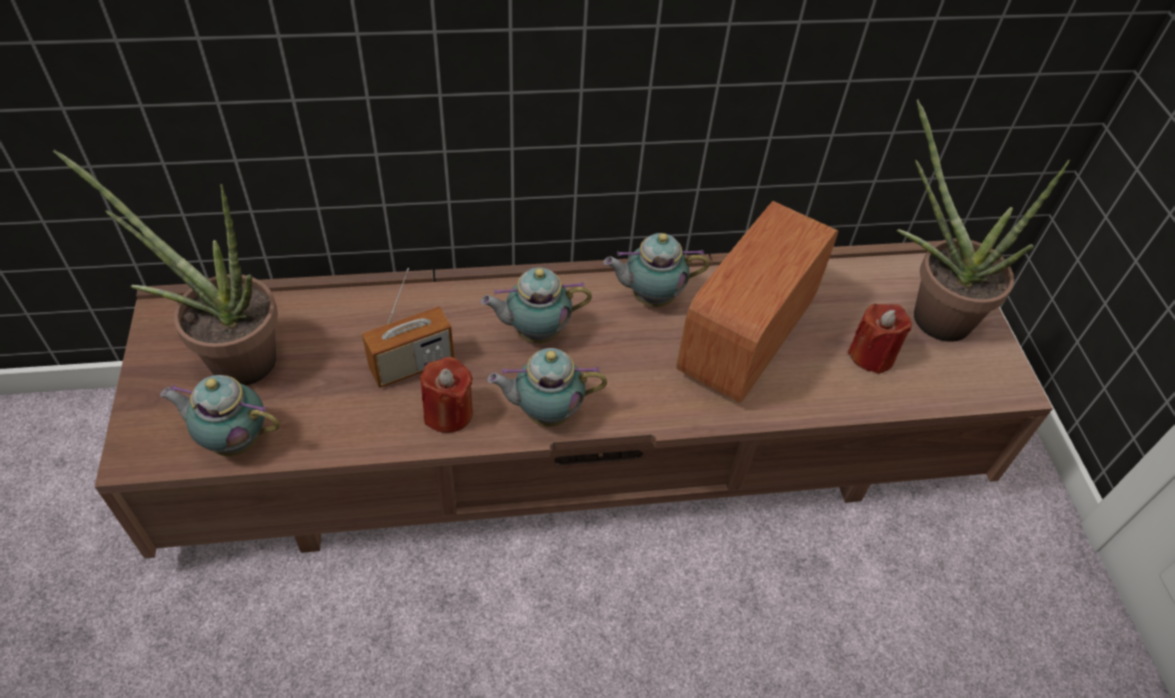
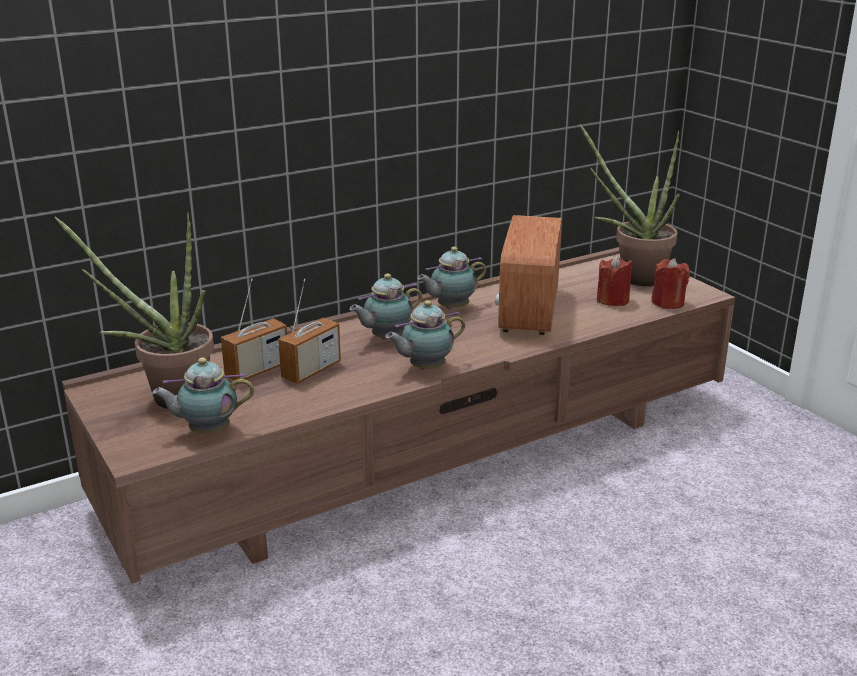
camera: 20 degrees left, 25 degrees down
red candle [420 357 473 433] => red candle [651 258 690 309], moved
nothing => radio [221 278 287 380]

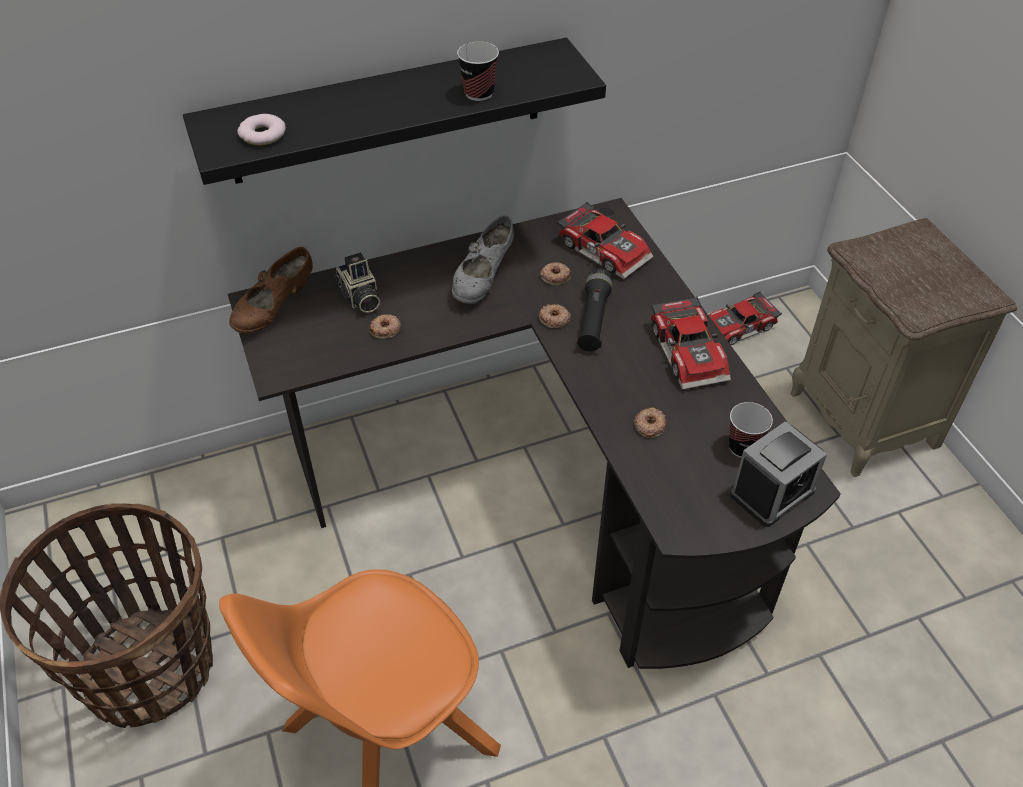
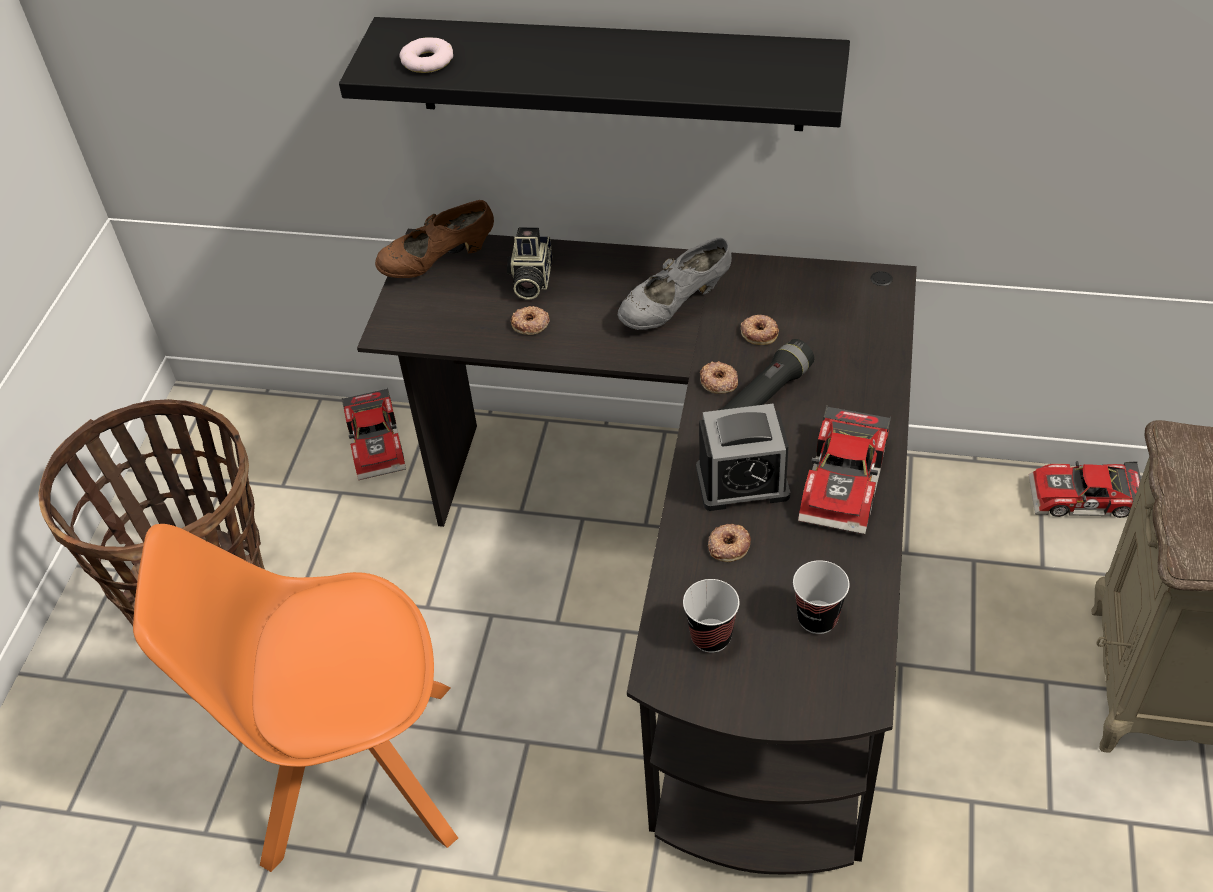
camera: 35 degrees right, 0 degrees up
cup [457 42 499 101] => cup [683 579 739 653], moved
toy car [557 202 654 279] => toy car [342 388 406 480], moved
alarm clock [730 421 827 527] => alarm clock [696 404 790 511], moved

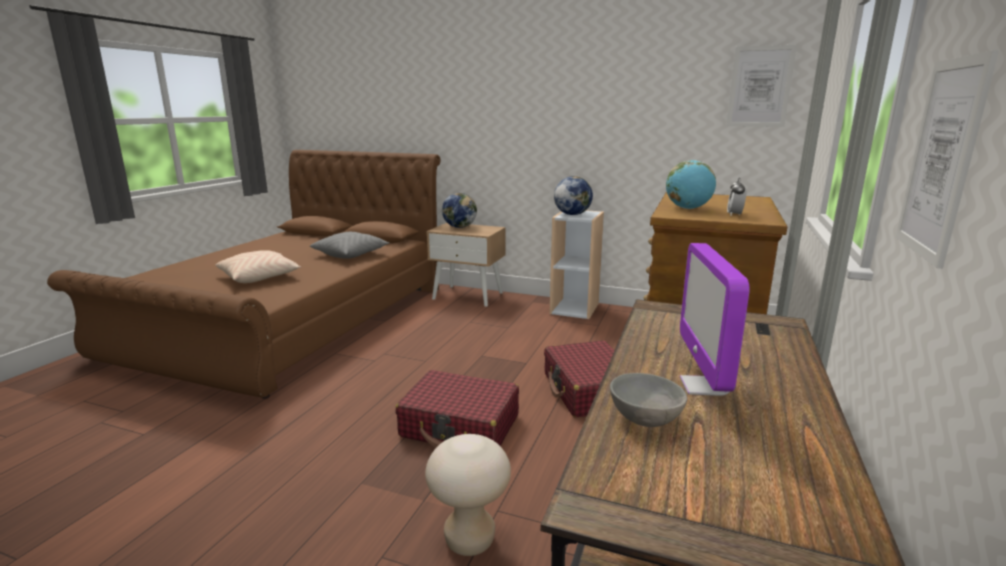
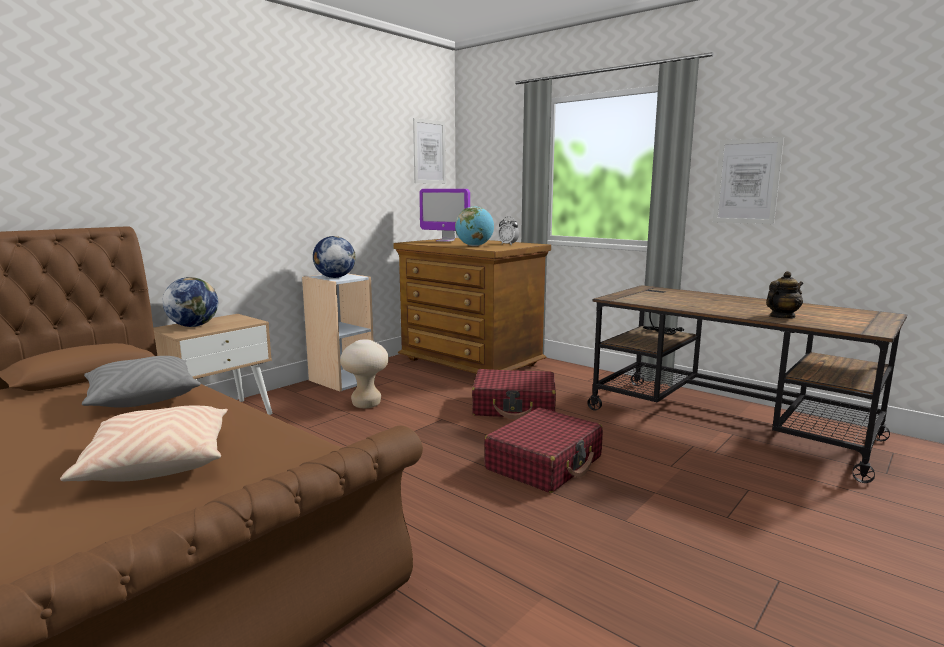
camera: 70 degrees left, 5 degrees down
monitor [680 243 750 396] => monitor [419 189 470 242], moved
grey bowl [610 373 687 427] => teapot [767 271 803 318]
beige stool [425 434 511 556] => beige stool [340 339 389 408], moved

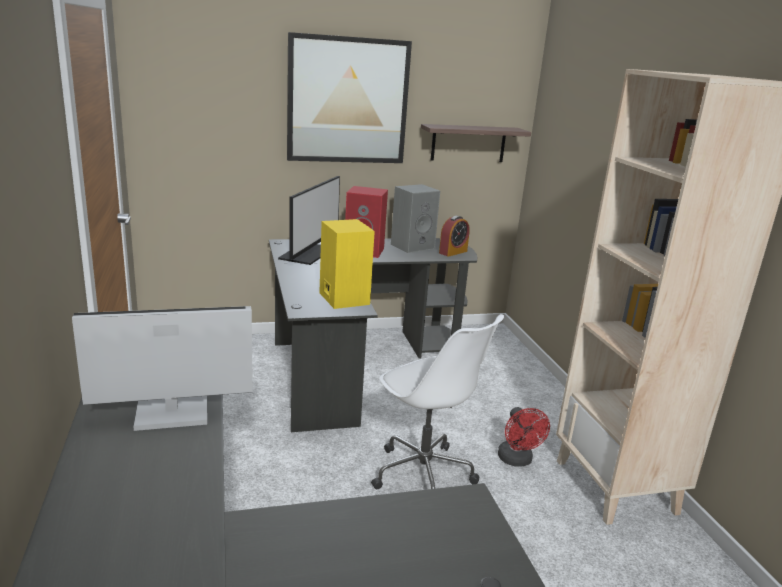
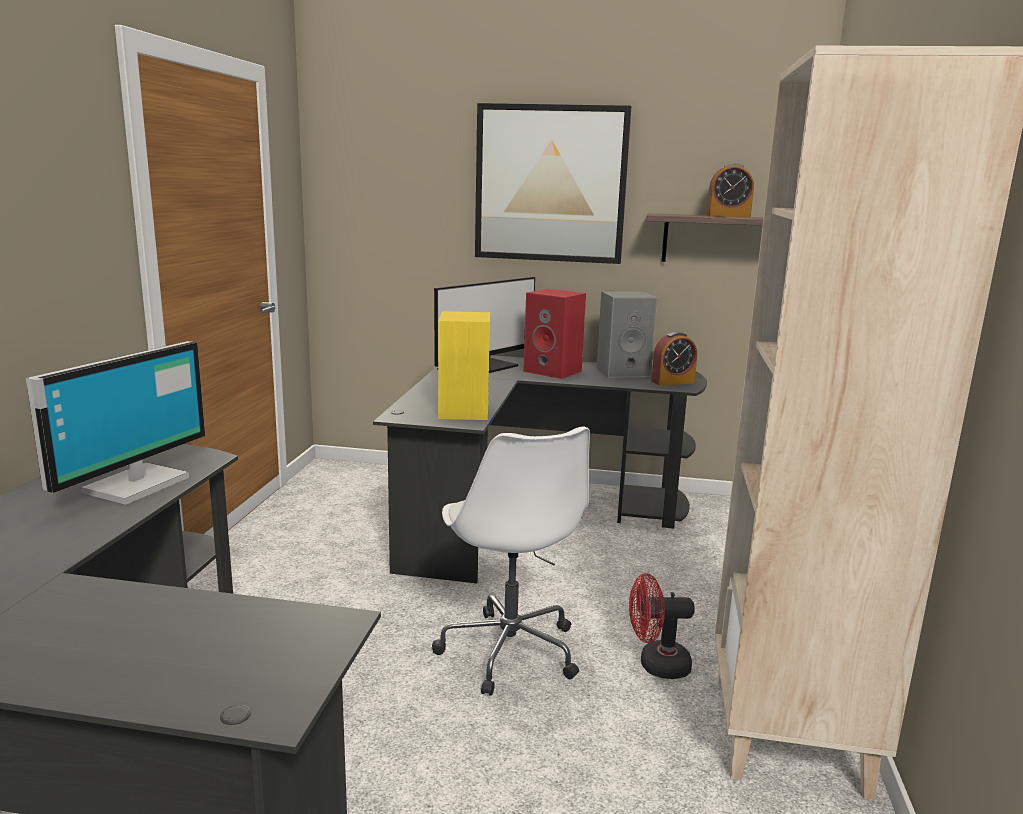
camera: 25 degrees right, 5 degrees down
monitor [72 306 253 431] => monitor [26 341 205 505], 105 degrees clockwise
red fan [498 407 550 466] => red fan [629 573 695 679], 75 degrees clockwise
nothing => alarm clock [707 163 754 218]

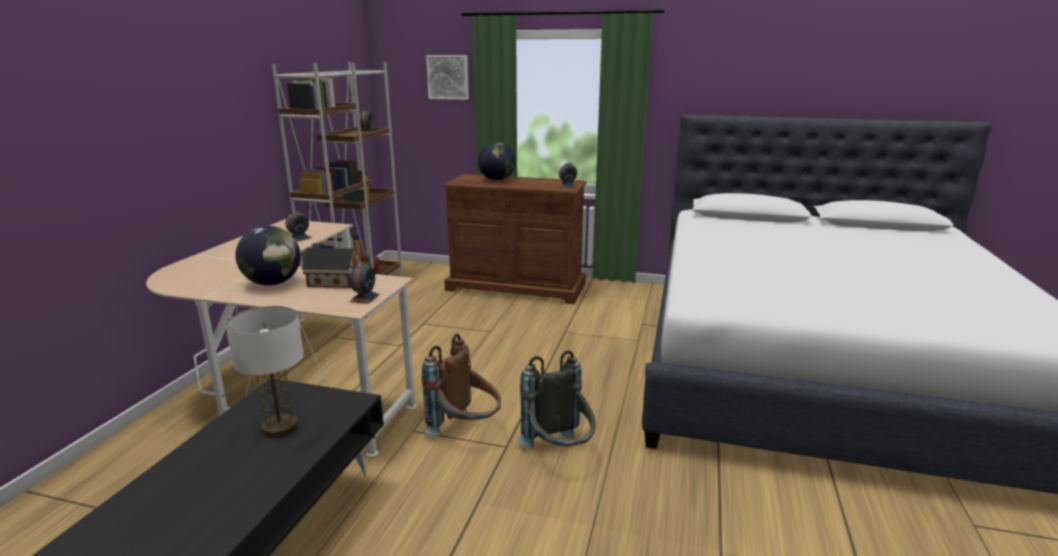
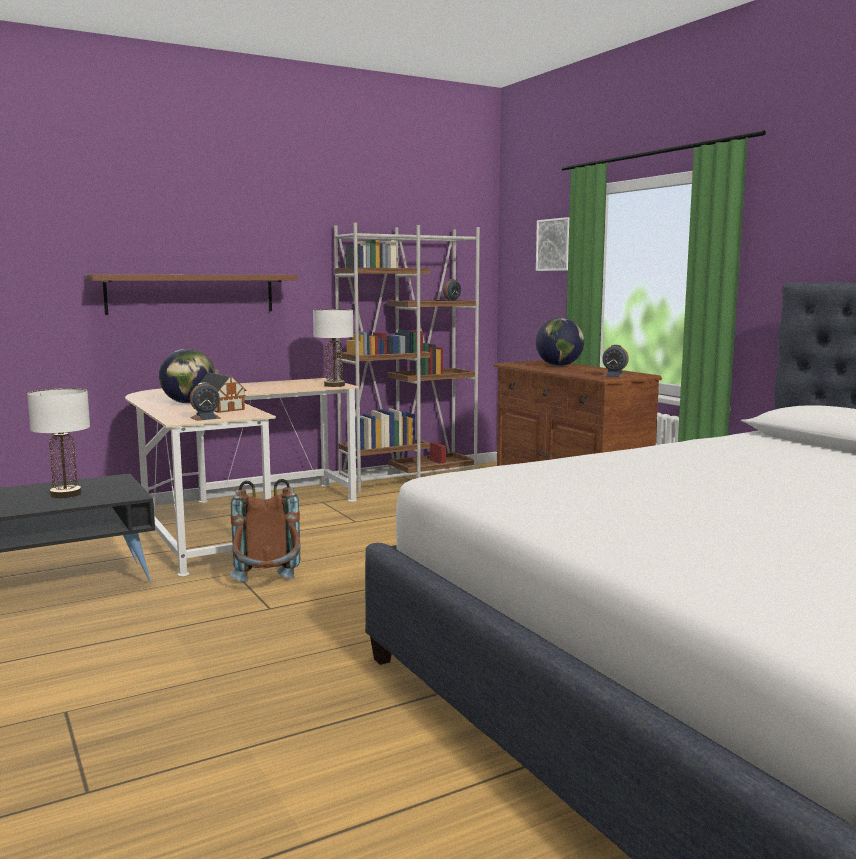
camera: 45 degrees right, 10 degrees down
alarm clock [285 211 312 242] => nothing
grey backpack [517 350 596 448] => nothing
nothing => brown shelf [86 274 297 315]
nothing => table lamp [313 309 353 387]

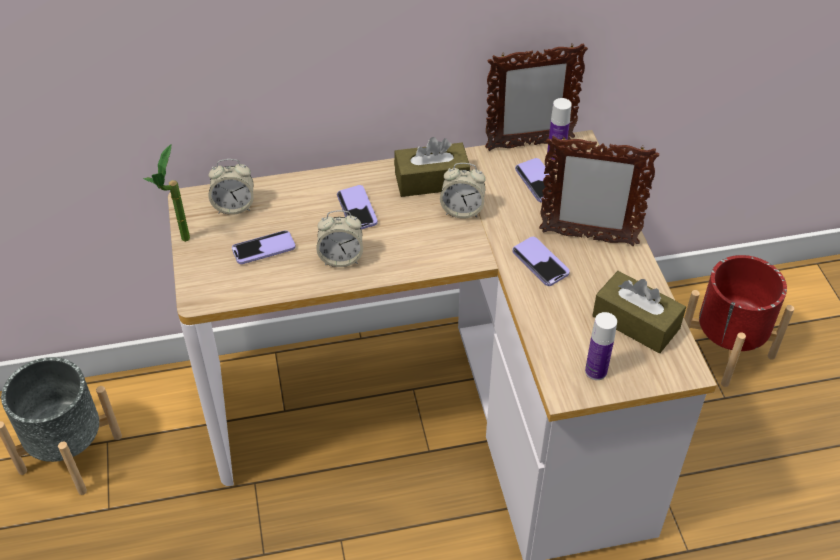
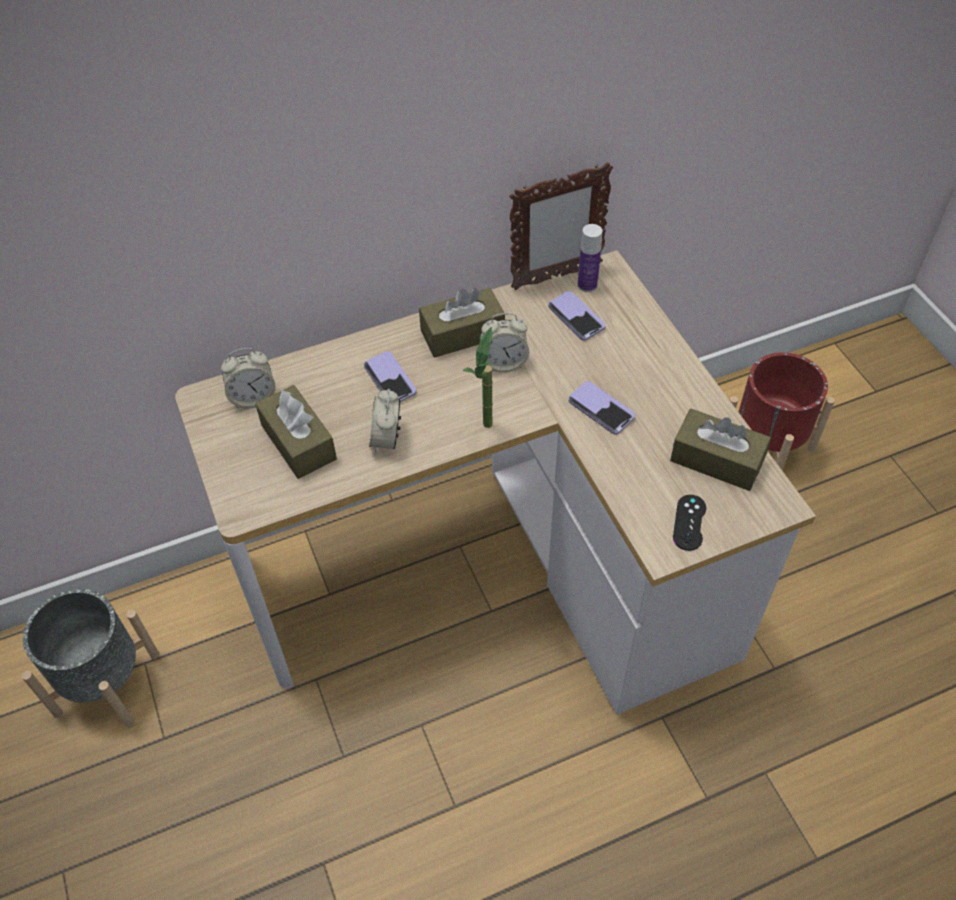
camera: 10 degrees left, 5 degrees up
picture frame [539 136 659 246] => nothing
potted plant [143 144 190 242] => potted plant [463 327 493 428], moved
alarm clock [316 210 363 267] => alarm clock [369 389 401 453], 105 degrees clockwise
phone [232 230 296 264] => brown tissue box [255 385 337 479]
bottle [585 312 617 380] => black game controller [673 495 706 551]

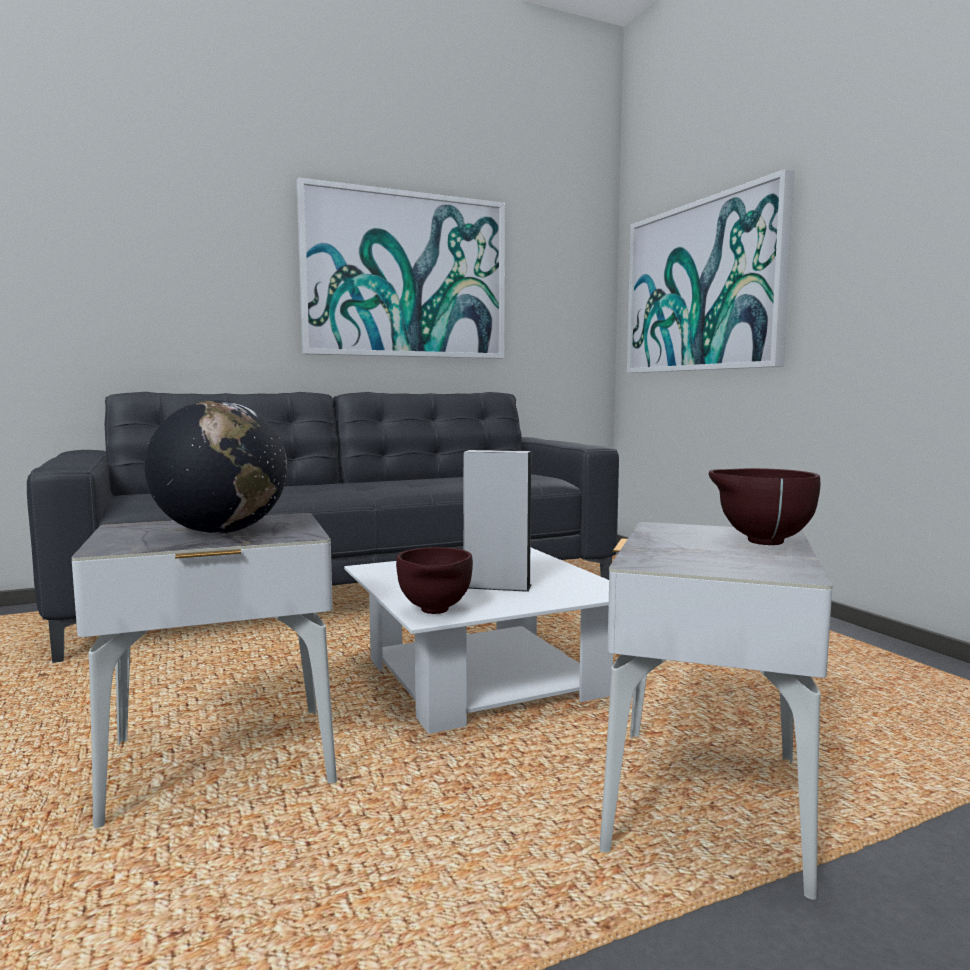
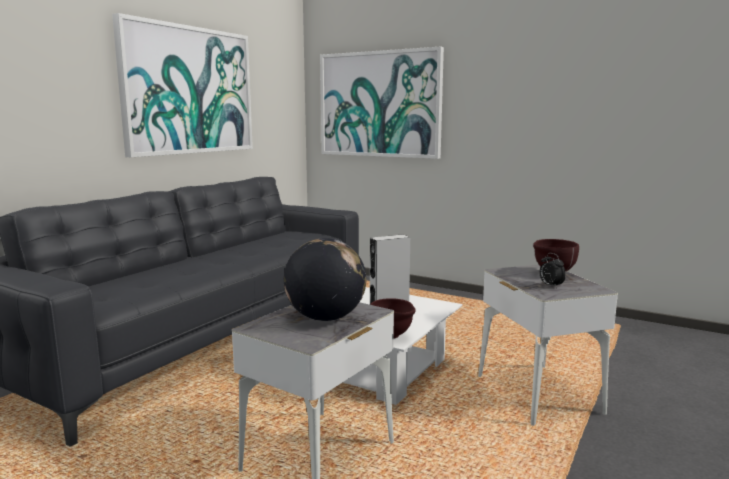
camera: 35 degrees left, 5 degrees up
nothing => alarm clock [540 253 566 288]

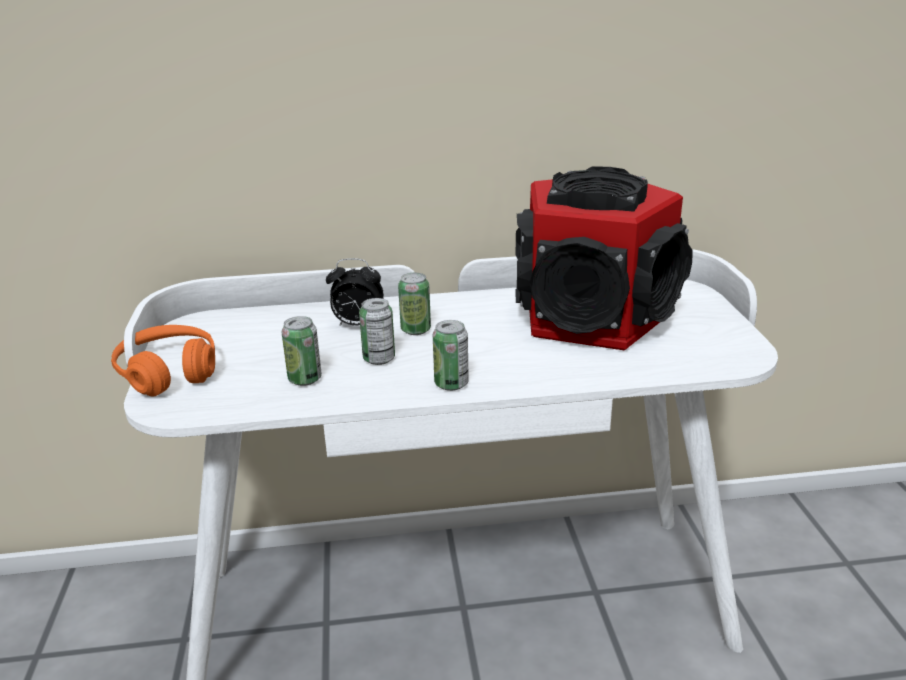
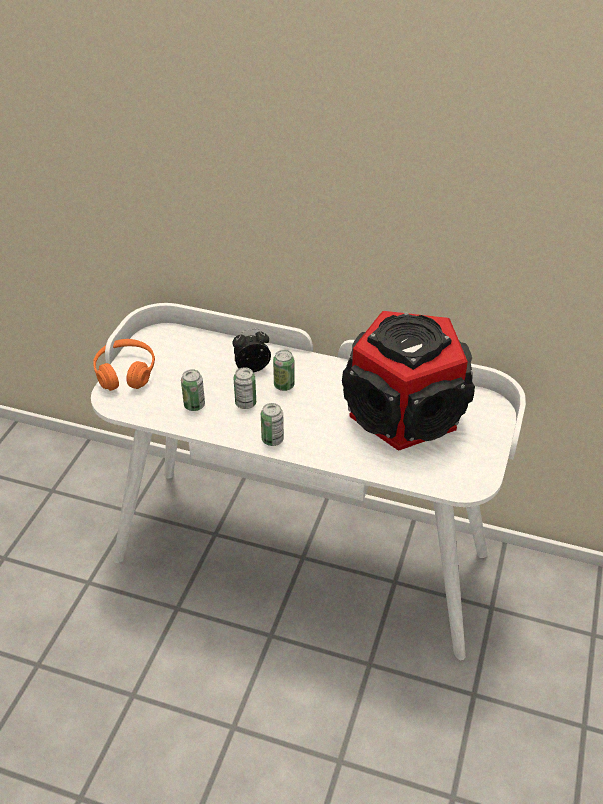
camera: 25 degrees right, 15 degrees up
alarm clock [326 258 384 326] => alarm clock [232 329 271 373], 135 degrees clockwise

